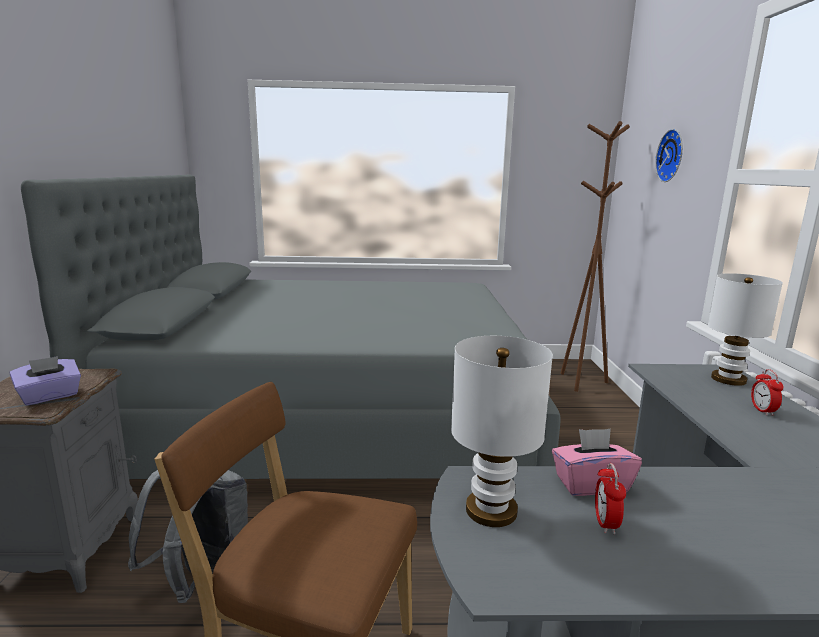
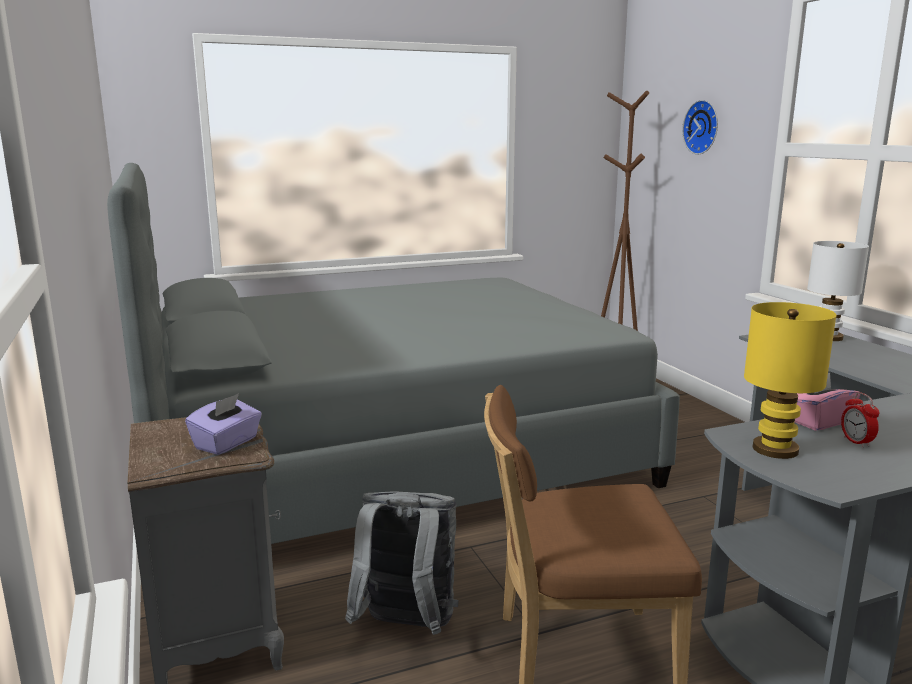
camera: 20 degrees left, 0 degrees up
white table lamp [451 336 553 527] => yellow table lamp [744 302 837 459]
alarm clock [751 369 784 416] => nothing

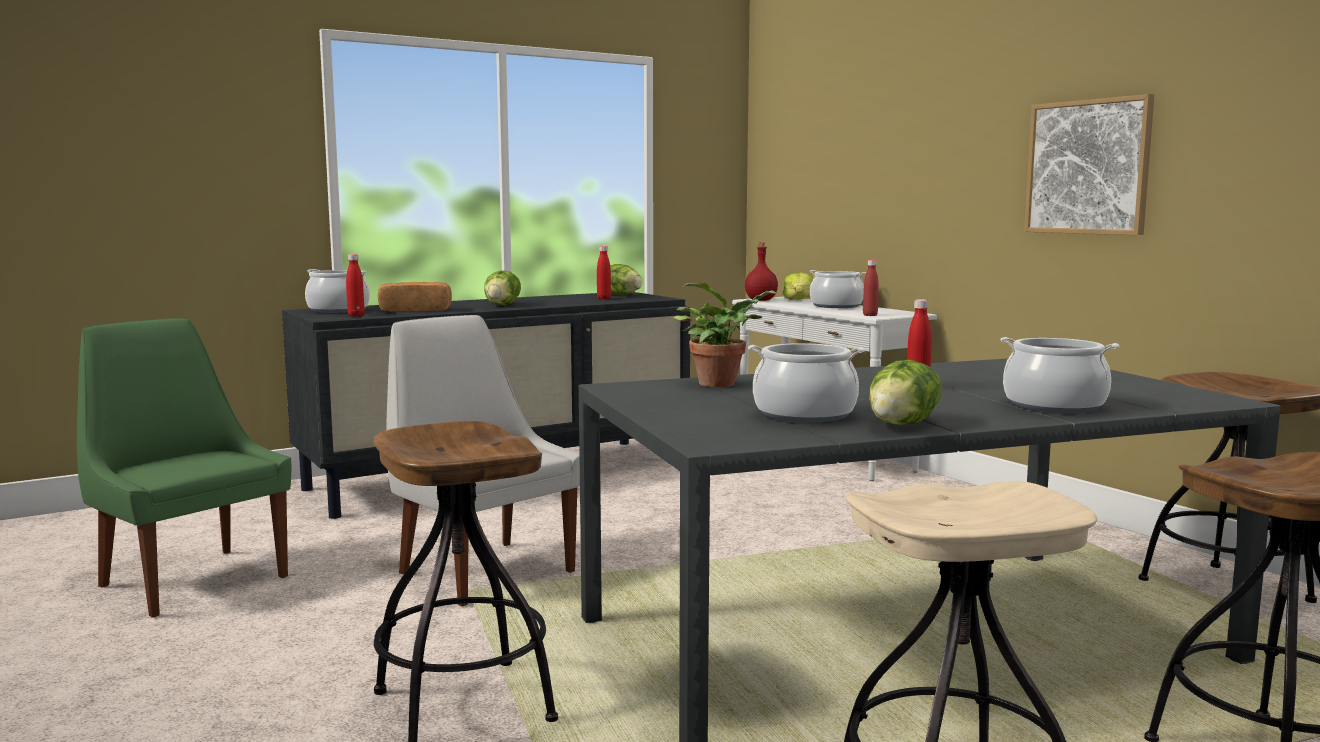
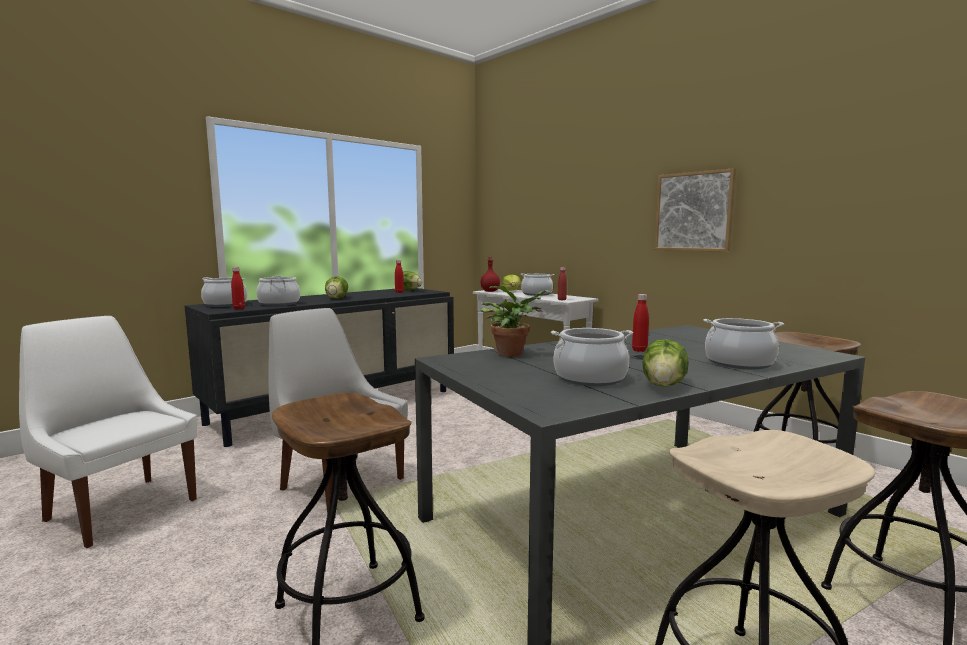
camera: 10 degrees left, 0 degrees up
bread [378 282 452 311] => cooking pot [256 276 300 306]
green chair [77 318 291 618] => white chair [19 316 197 548]

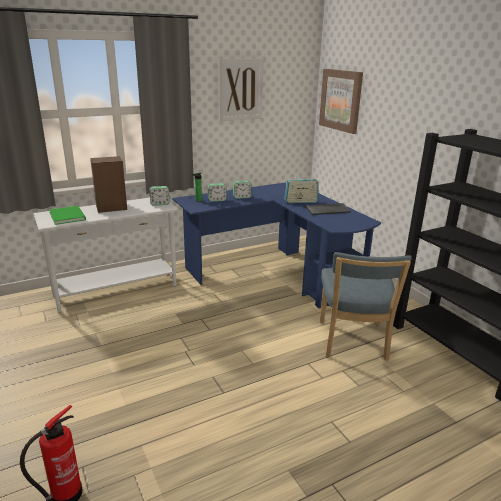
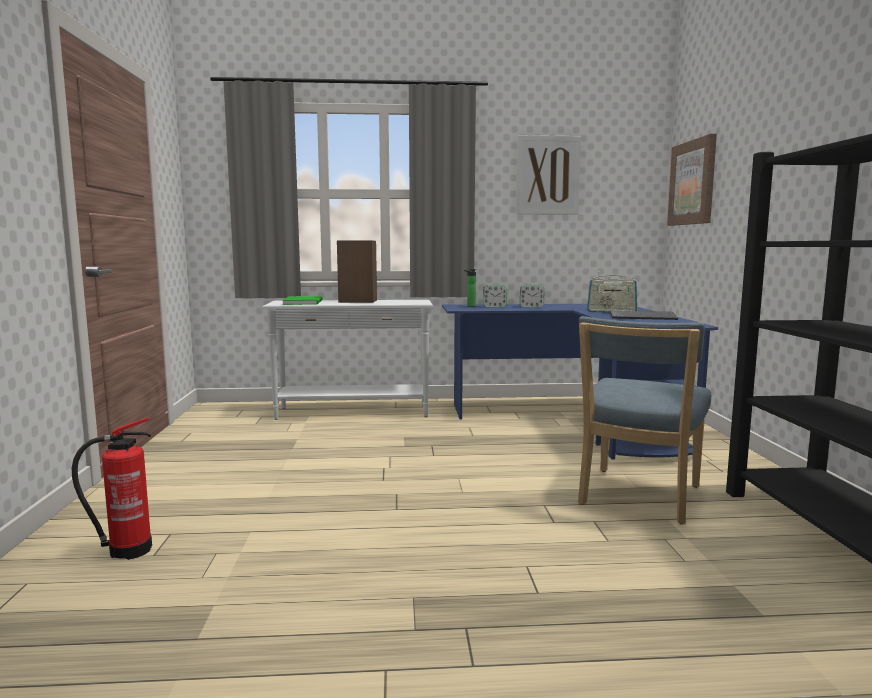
camera: 25 degrees right, 15 degrees down
alarm clock [149 186 170 206] => nothing

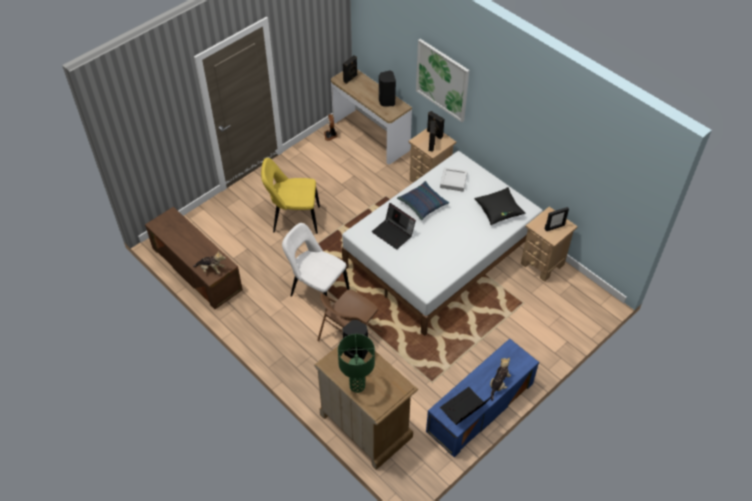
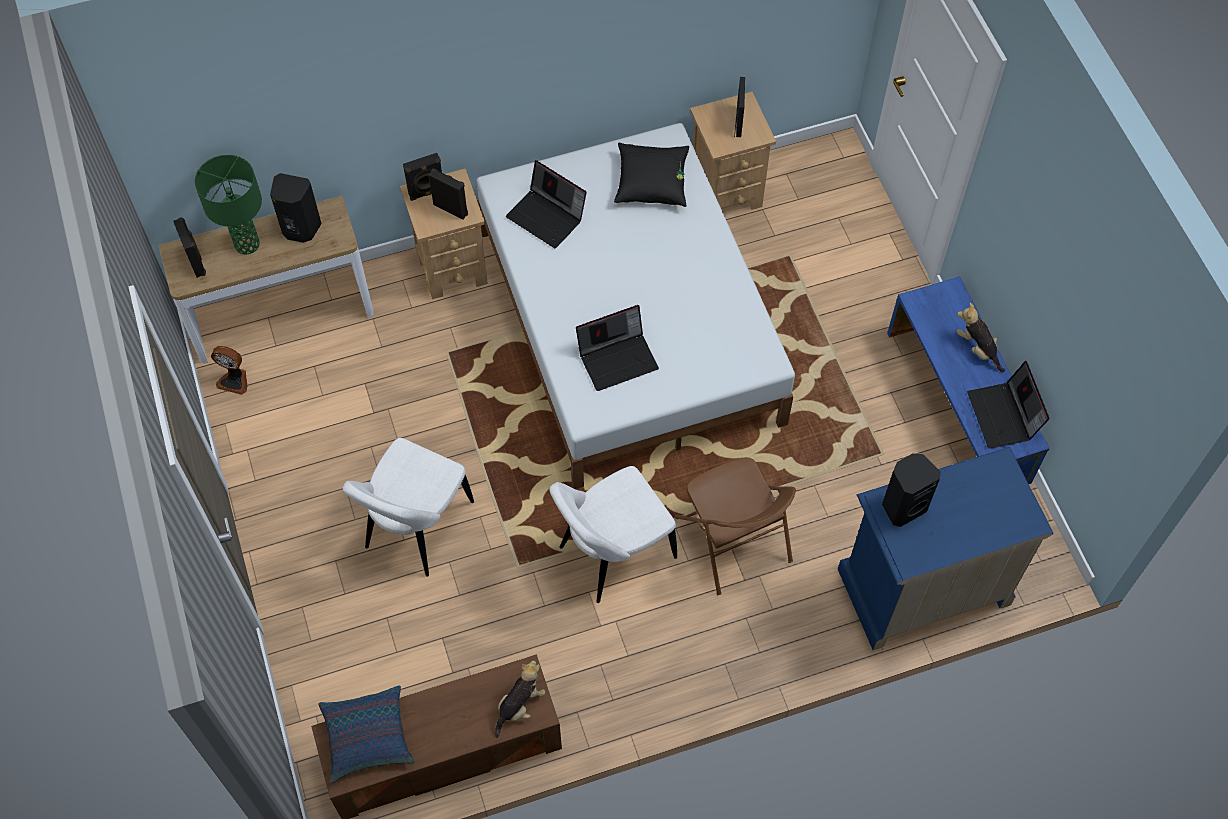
camera: 65 degrees left, 10 degrees up
picture [416 39 469 122] => nothing
yellow chair [261 158 320 234] => white chair [343 438 474 577]
grey tray [440 167 468 192] => laptop [506 160 587 248]
blue pillow [397 181 449 220] => blue pillow [318 686 415 783], moved
green table lamp [338 334 375 393] => green table lamp [195 155 262 255], moved
brown dresser [314 346 418 470] => blue dresser [838 447 1054 650]

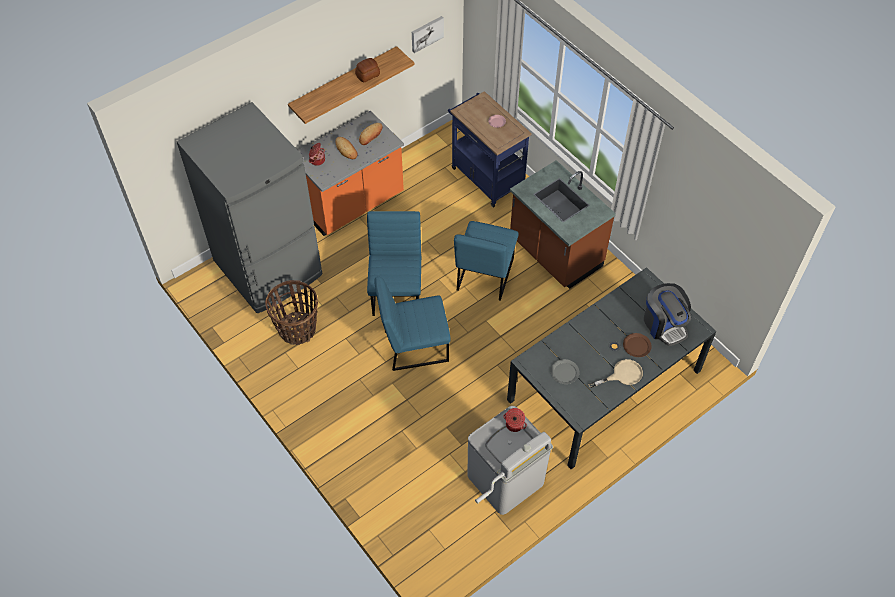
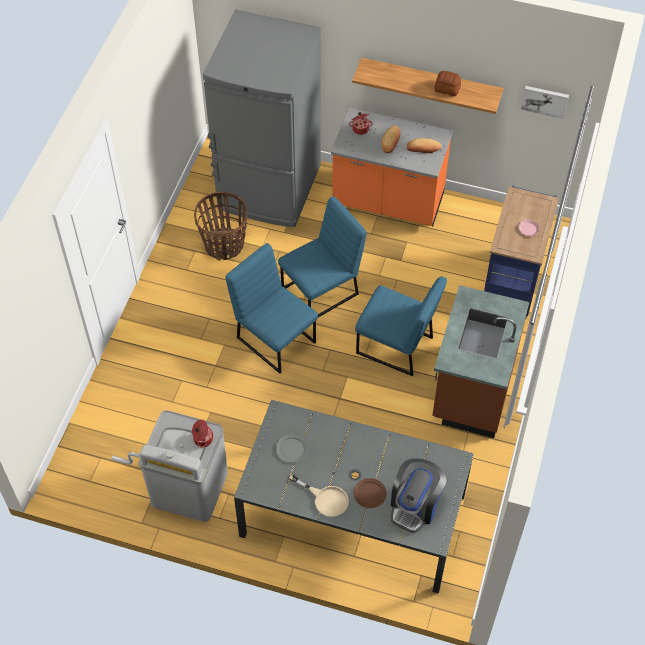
camera: 55 degrees right, 0 degrees up
blue chair [454 221 519 301] => blue chair [355 276 447 376], 135 degrees counterclockwise

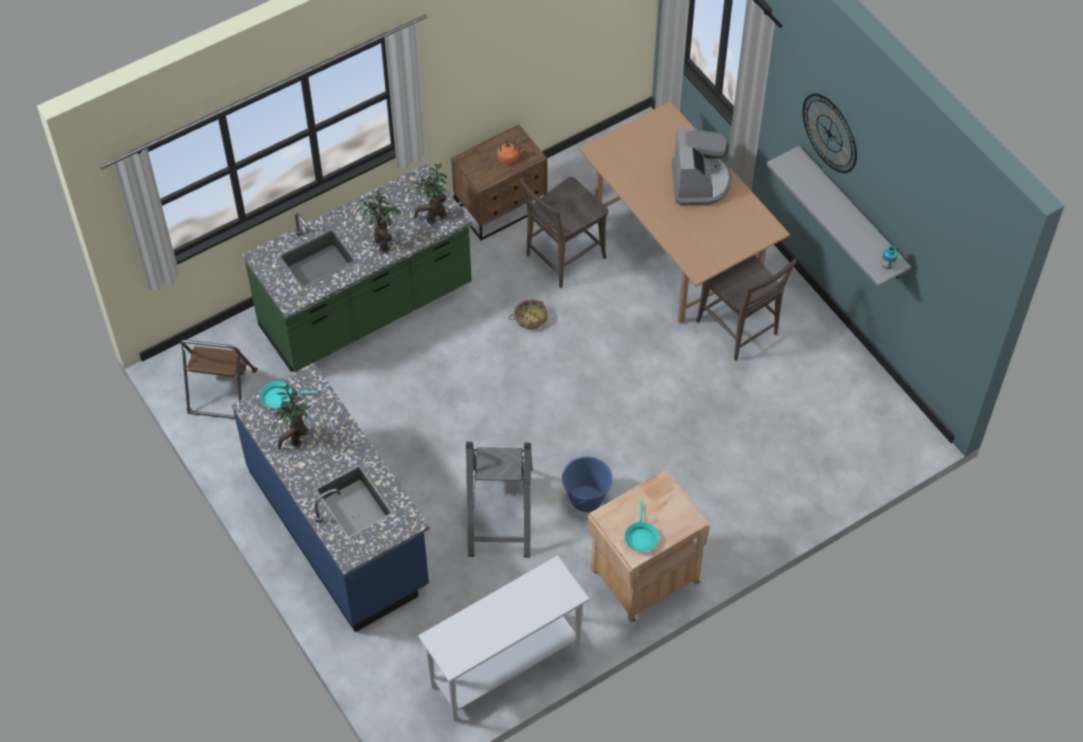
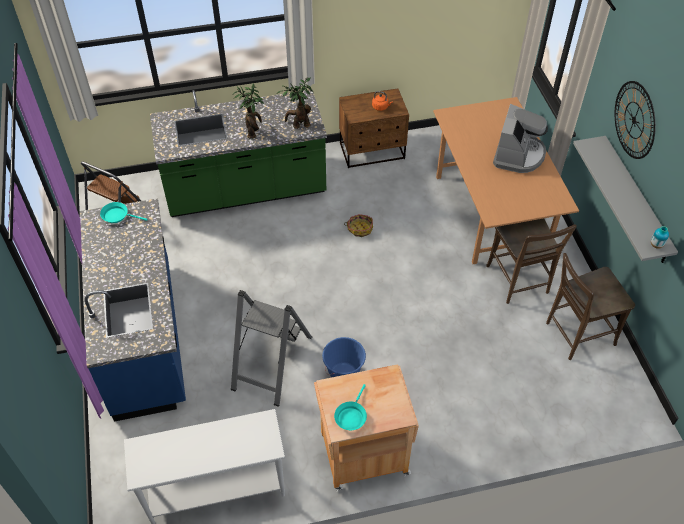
camera: 20 degrees right, 5 degrees down
brown chair [519 177 608 288] => brown chair [546 253 635 360], moved
potted plant [271 383 311 450] => nothing

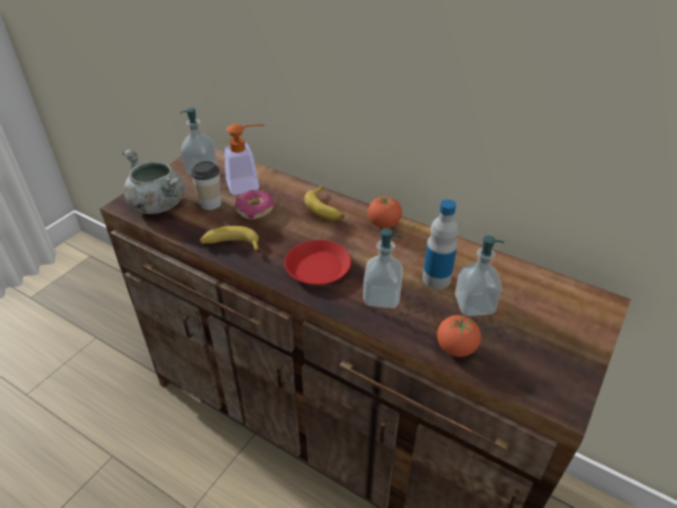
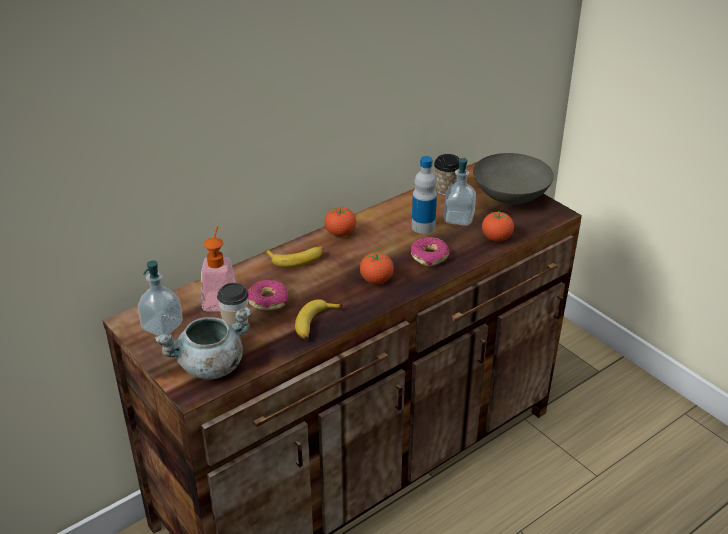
camera: 70 degrees left, 5 degrees down
soap dispenser [363 228 403 308] => donut [411 237 450 266]
red plate [285 240 351 285] => tomato [360 253 394 284]
nothing => grey bowl [473 153 554 205]
nothing => cup [434 154 459 196]

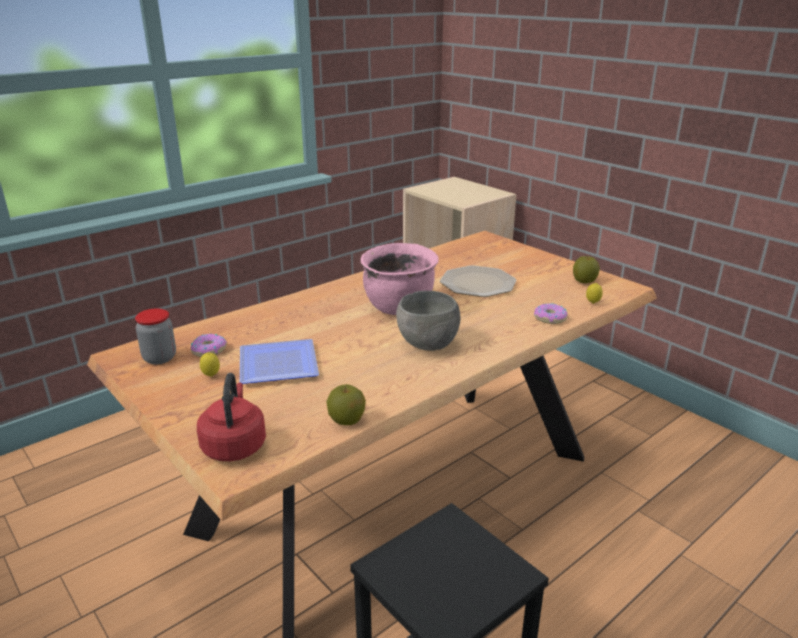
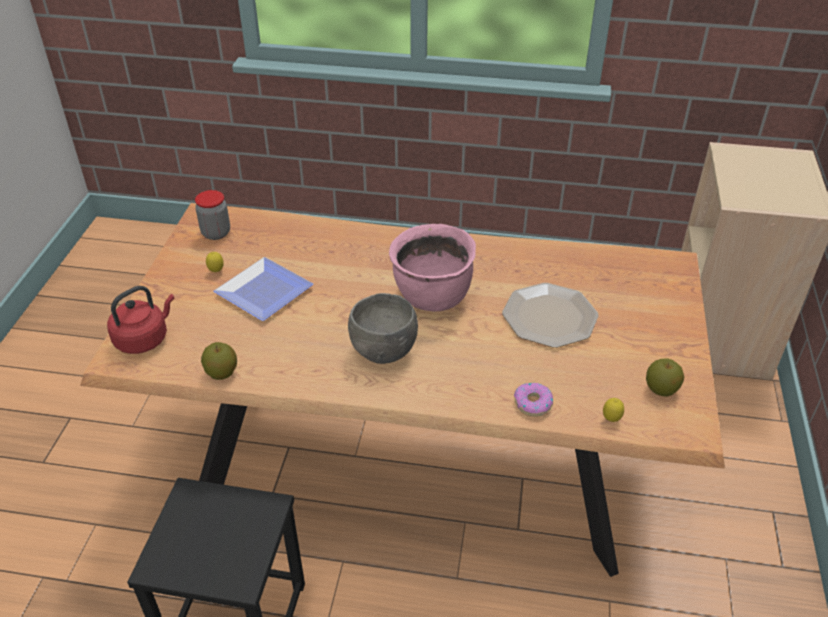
camera: 50 degrees right, 15 degrees up
donut [191 334 227 357] => nothing

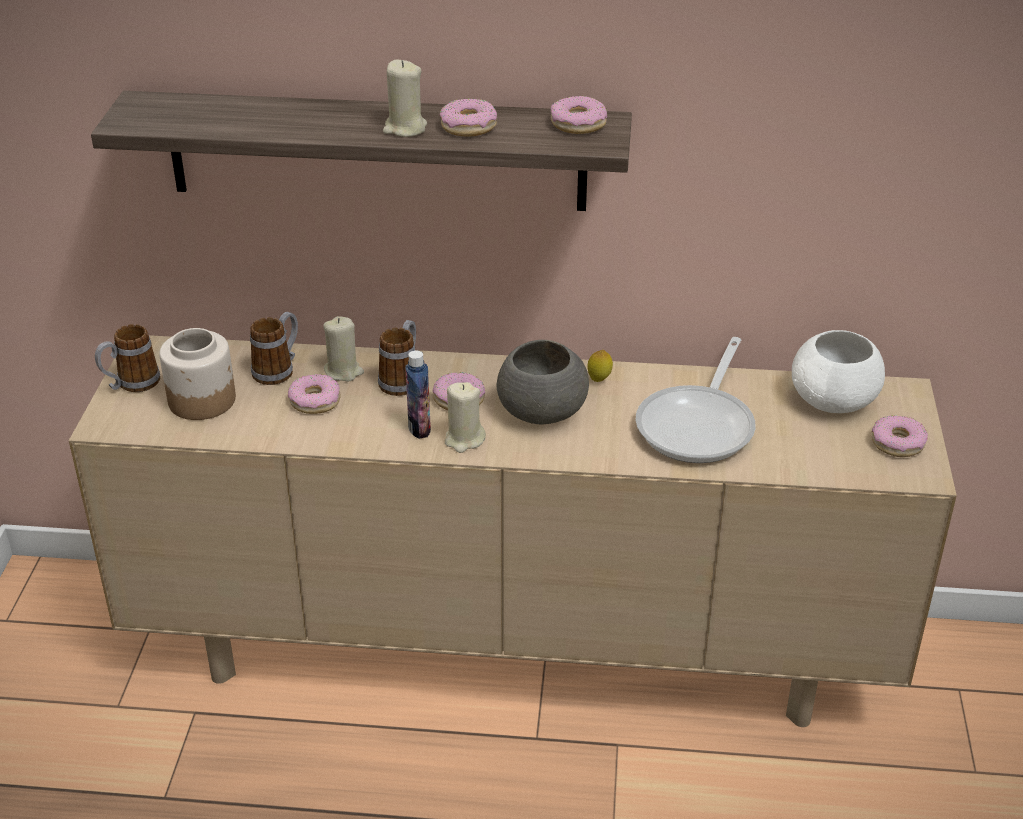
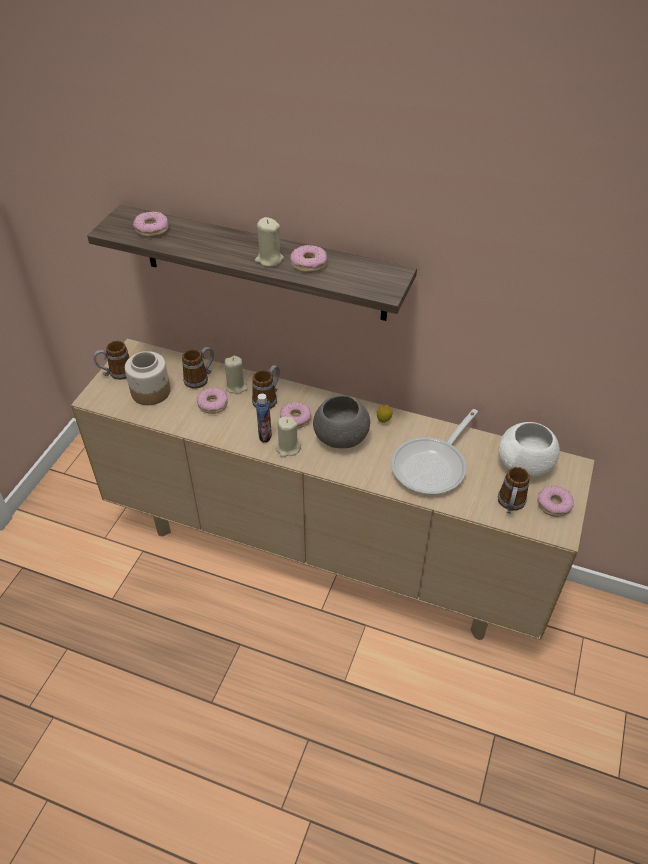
camera: 15 degrees right, 10 degrees up
donut [550 96 607 134] => donut [133 212 169 237], moved
nothing => mug [498 467 530 514]

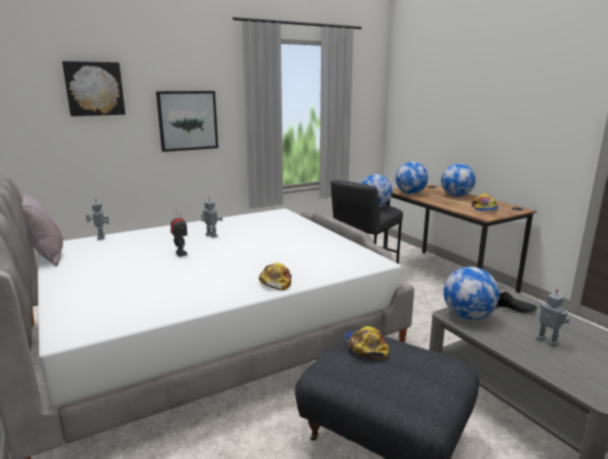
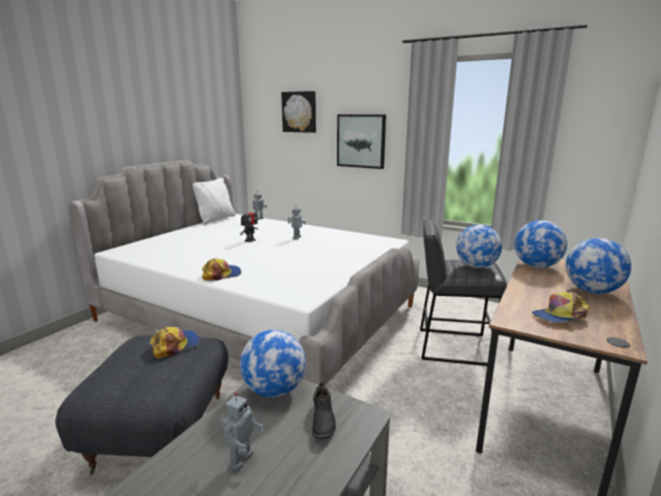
camera: 60 degrees right, 0 degrees up
purple pillow [21 192 63 267] => white pillow [192 177 235 225]

